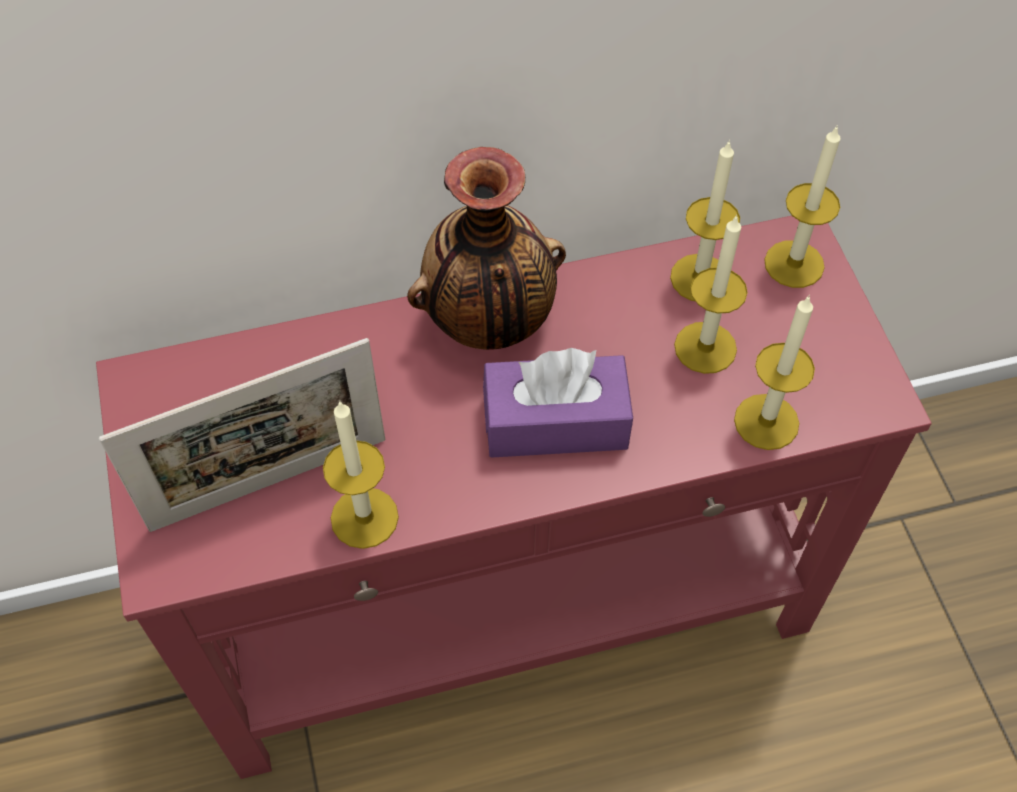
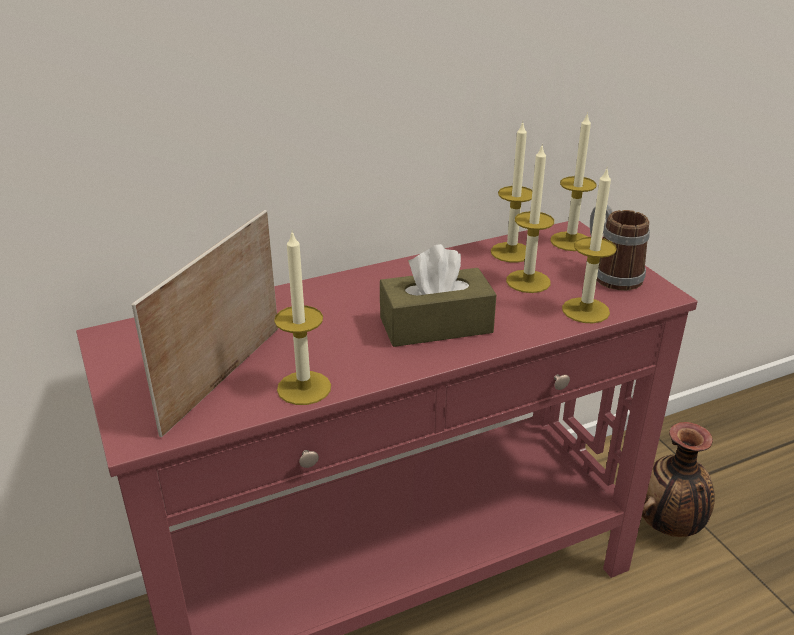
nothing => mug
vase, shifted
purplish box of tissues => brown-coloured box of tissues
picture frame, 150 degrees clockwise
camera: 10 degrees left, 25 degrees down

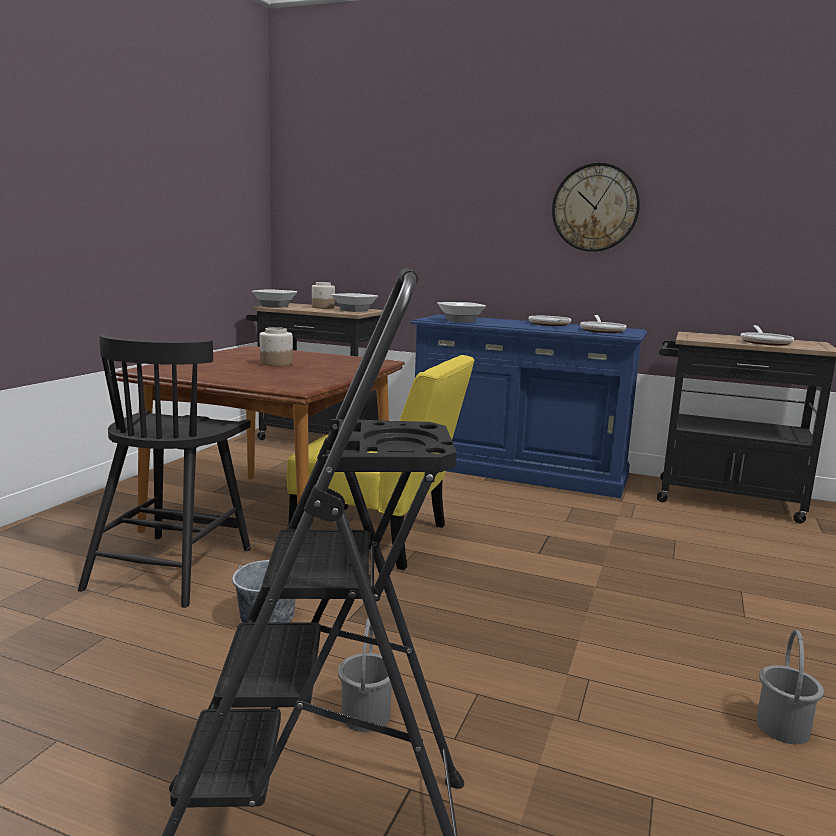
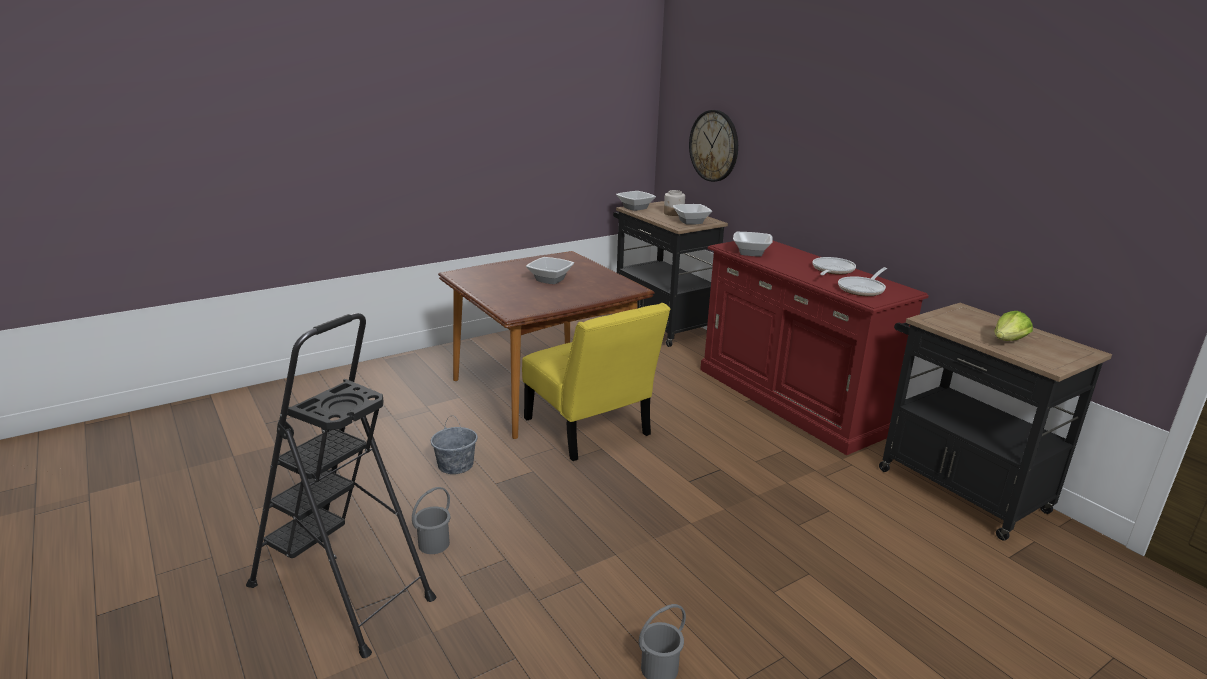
black plain chair => nothing
hanging clock, shifted
preserve jar (no. 1 from left) => bowl (no. 1 from left)
skillet (no. 3 from left) => lettuce
blue cupboard => reddish cupboard
camera: 35 degrees right, 10 degrees up

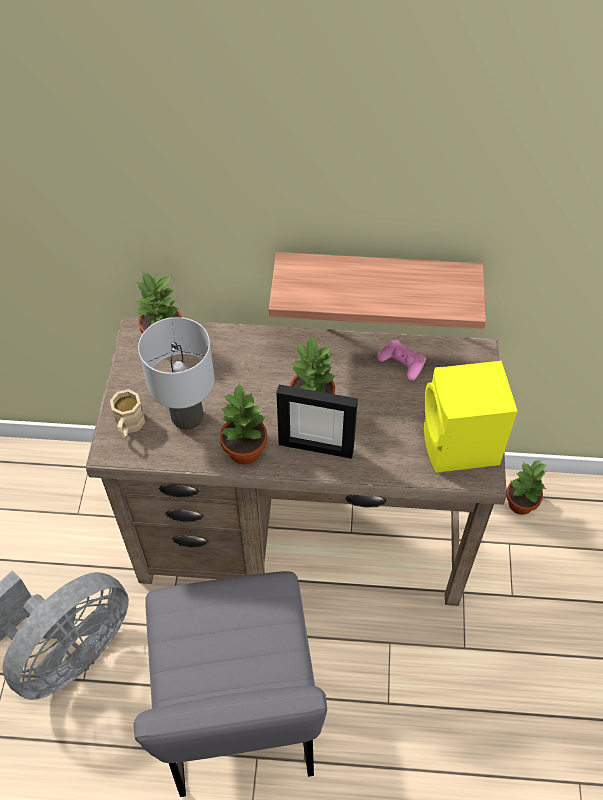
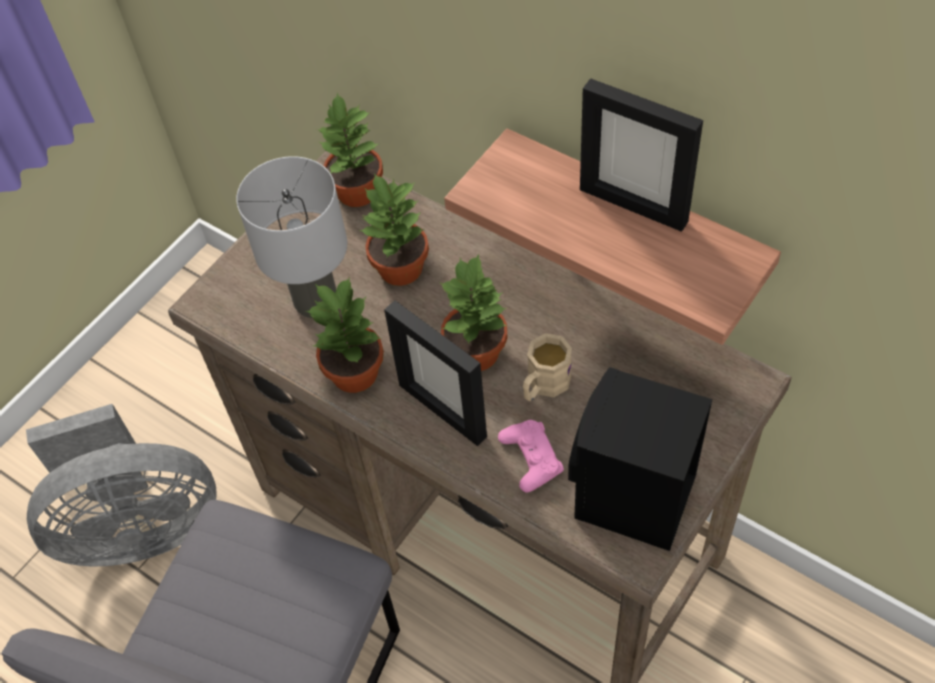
nothing => picture frame (no. 2 from left)
beige mug, shifted
pink-coloured game controller, shifted
houseplant (no. 4 from left in the first image) => houseplant (no. 3 from left), shifted
yellow audio speaker => black audio speaker
camera: 35 degrees right, 0 degrees up

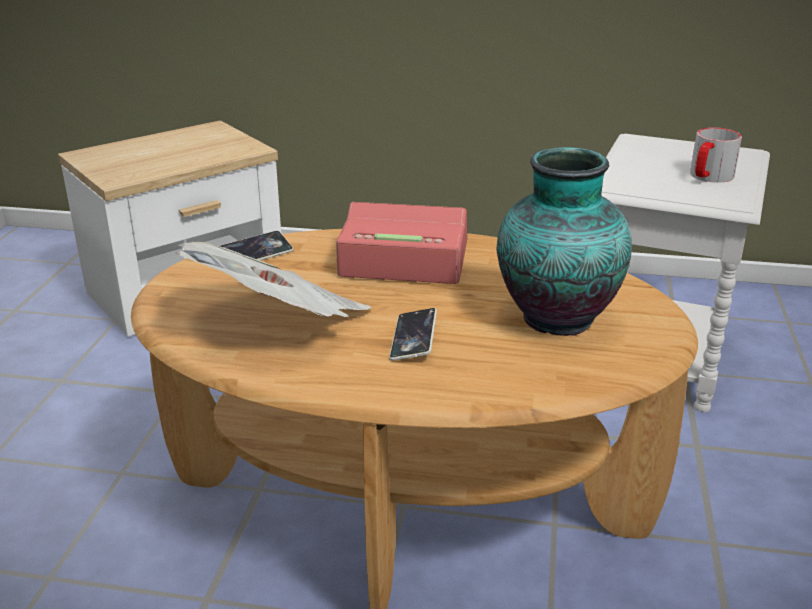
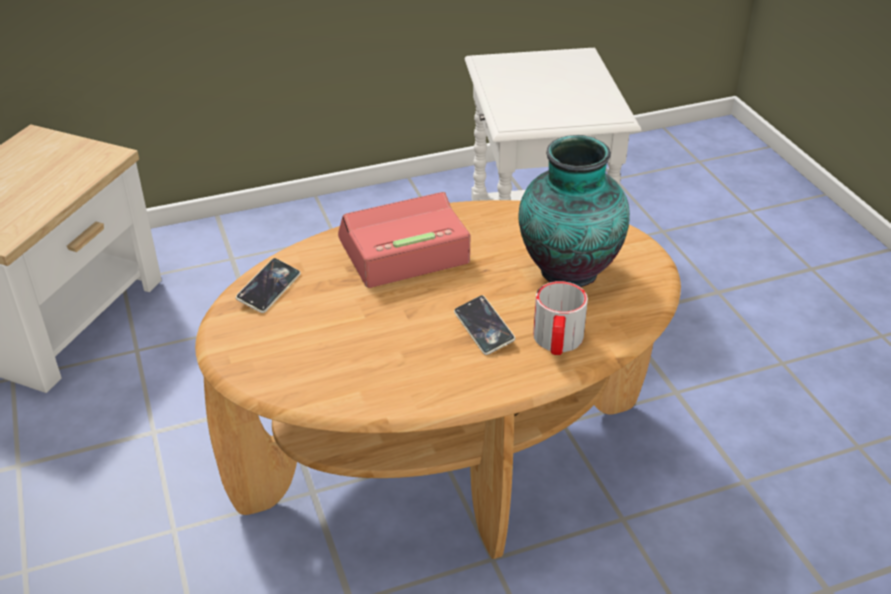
daily paper => nothing
mug, shifted
camera: 30 degrees left, 10 degrees up

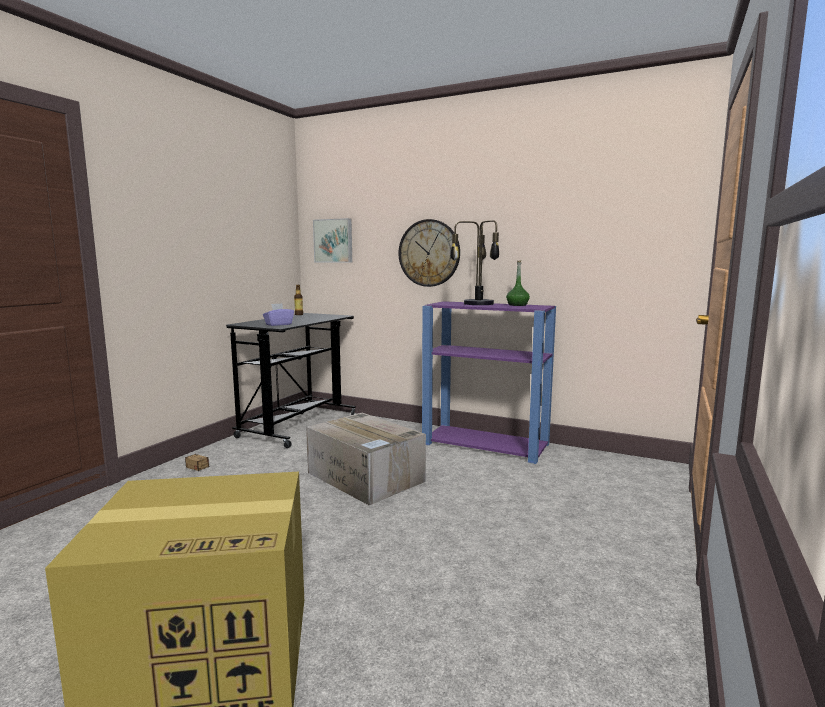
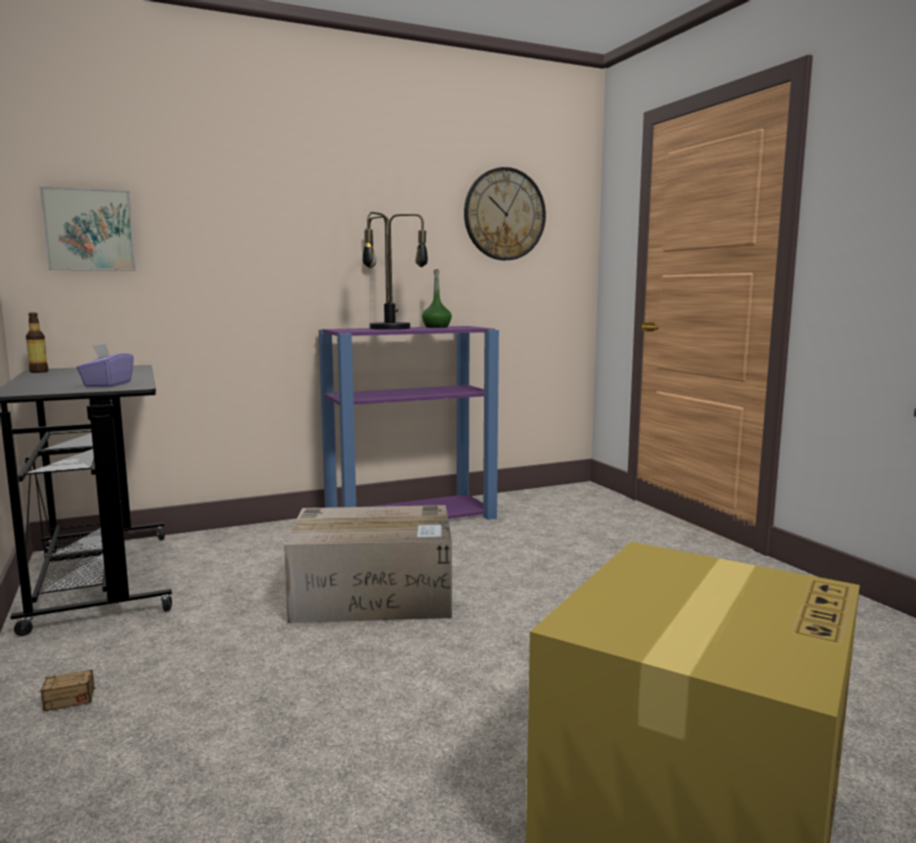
hanging clock, shifted
camera: 50 degrees left, 0 degrees up

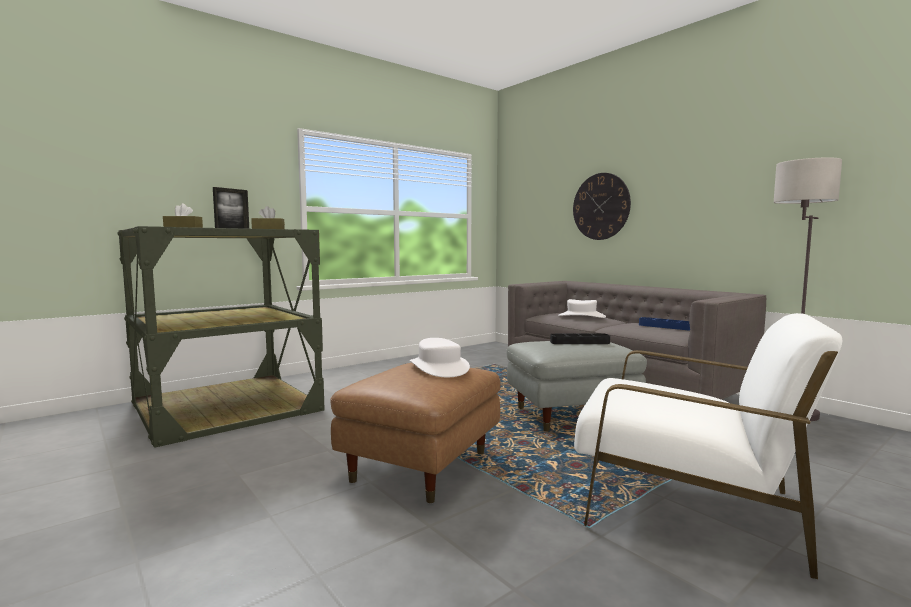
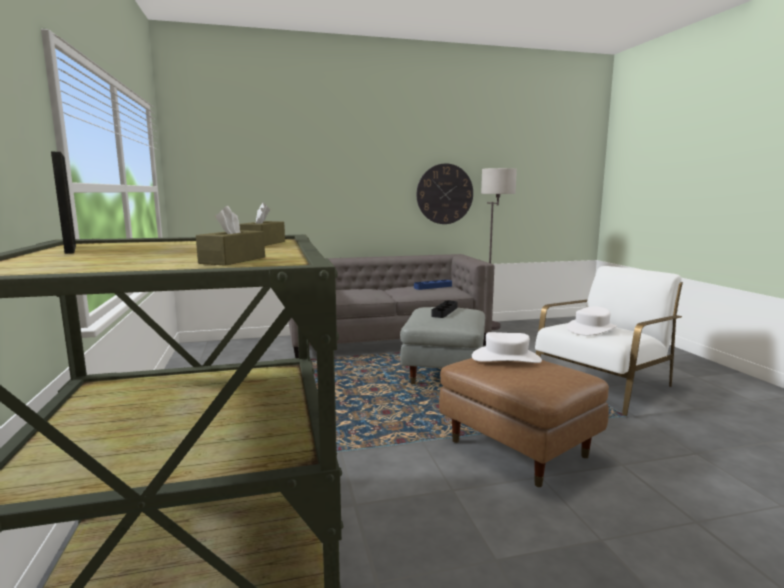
white-coloured hat (no. 2 from left), shifted
hanging clock, shifted
camera: 65 degrees left, 5 degrees up

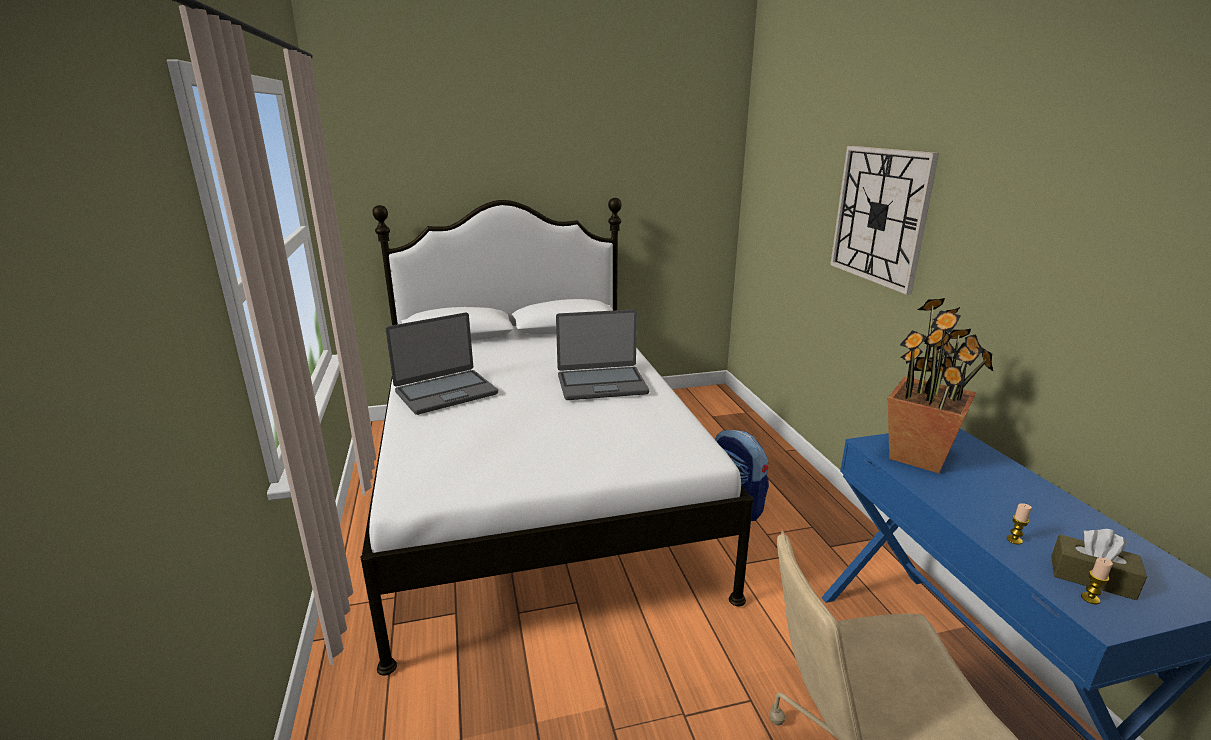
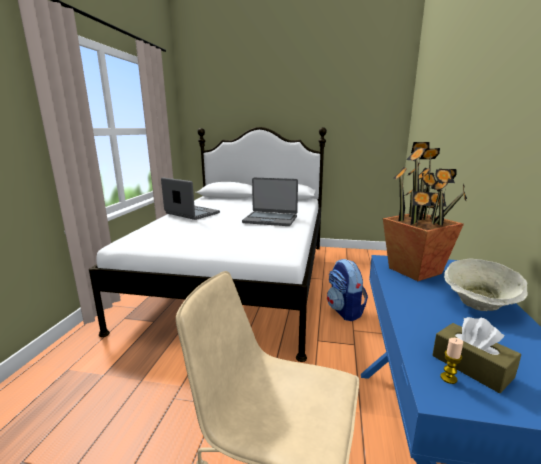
hanging clock => nothing
wax light (no. 1 from left) => nothing
nothing => beige bowl
portable computer (no. 1 from left), 135 degrees counterclockwise
camera: 25 degrees right, 5 degrees down

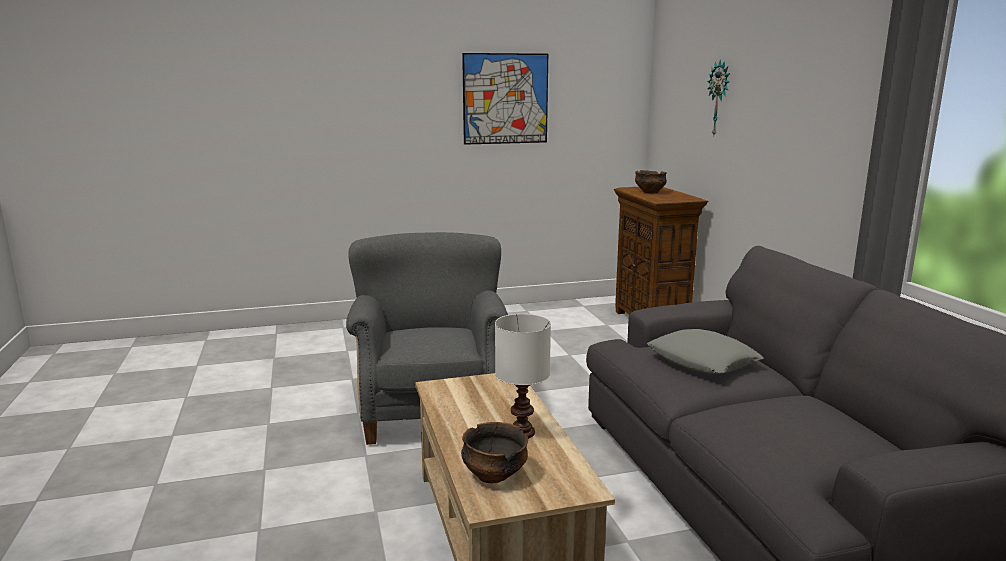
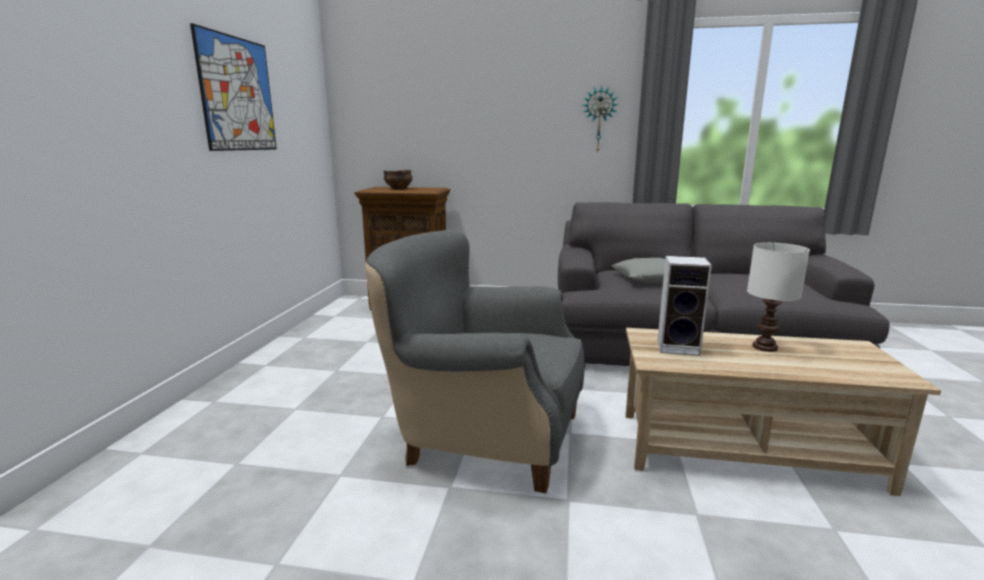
bowl (no. 1 from left) => nothing
nothing => audio speaker
hanging clock, shifted
camera: 65 degrees left, 0 degrees up

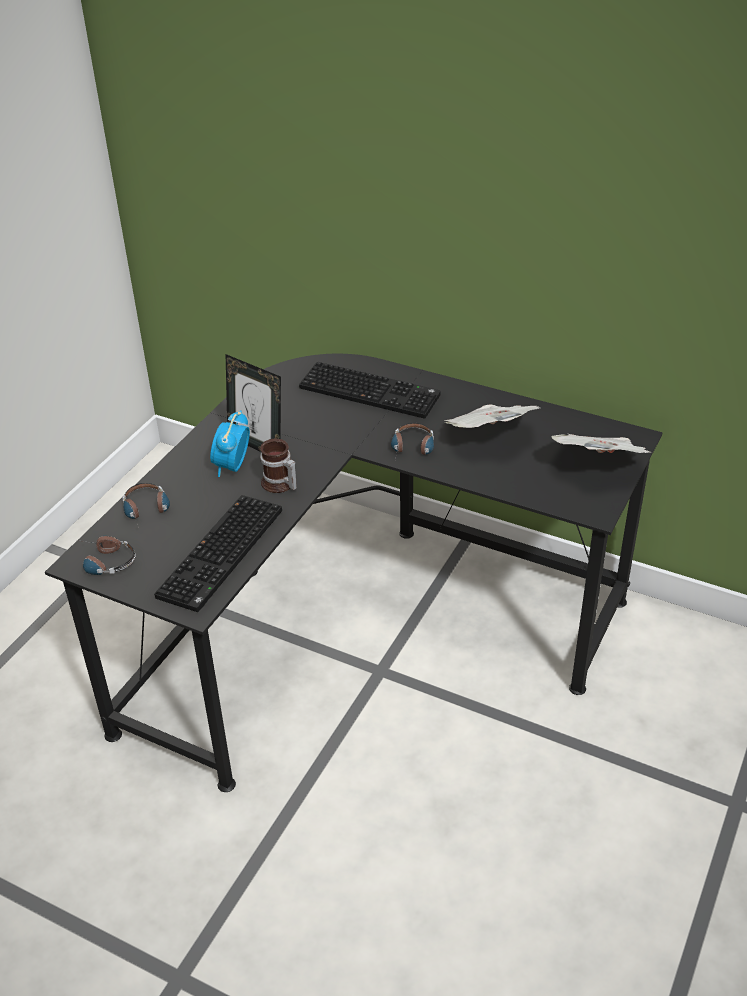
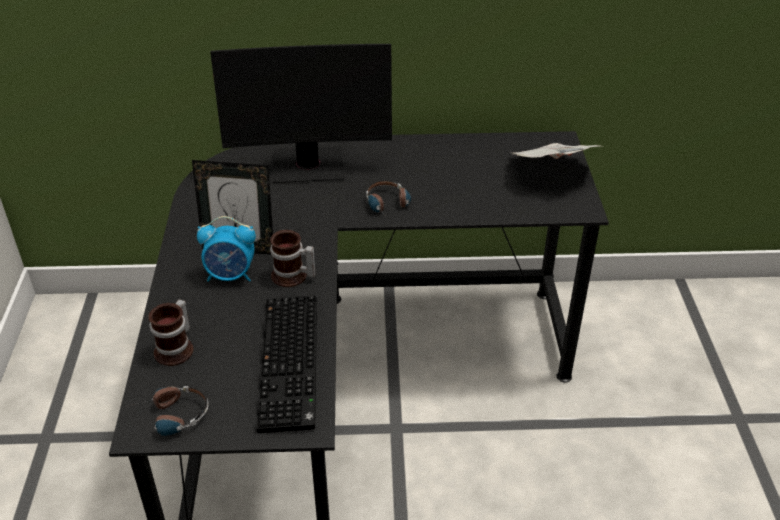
daily paper (no. 1 from left) => nothing
headphones (no. 2 from left) => mug (no. 1 from left)
computer keyboard (no. 2 from left) => monitor
alarm clock, 75 degrees counterclockwise
camera: 30 degrees left, 0 degrees up

